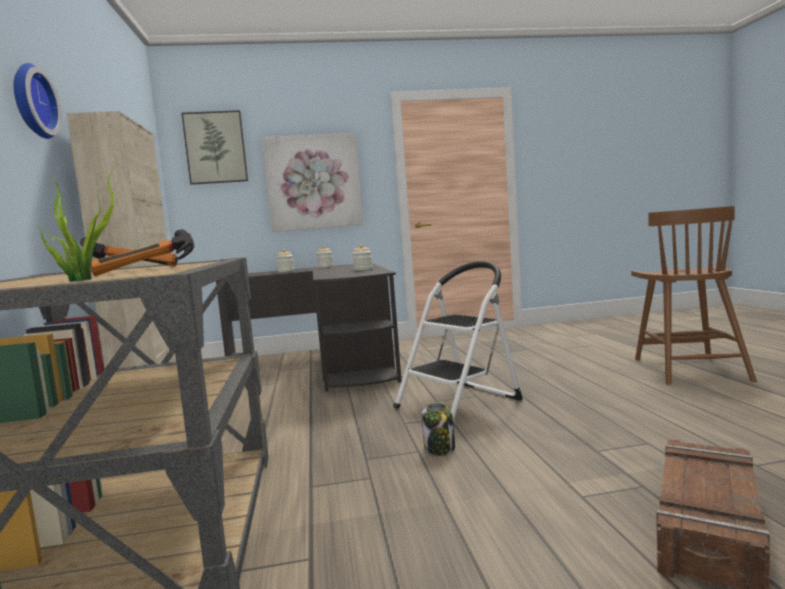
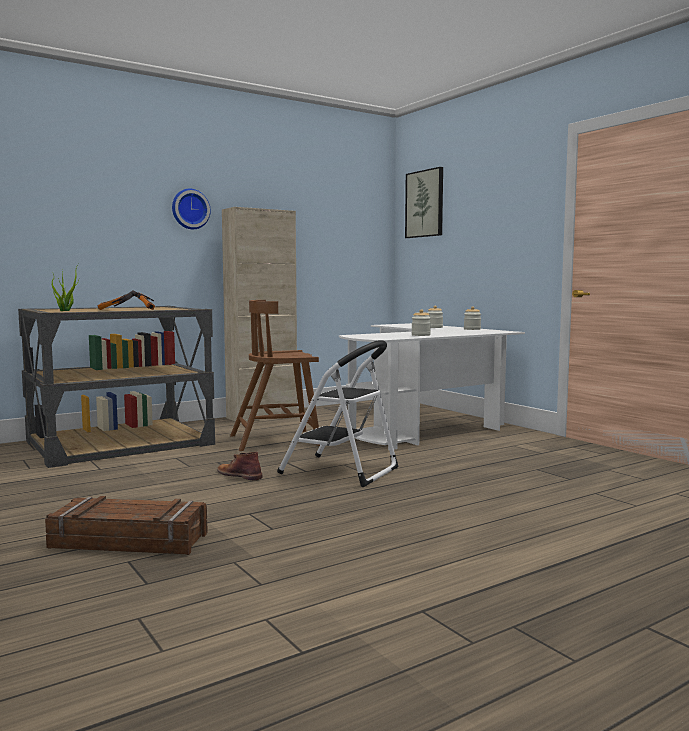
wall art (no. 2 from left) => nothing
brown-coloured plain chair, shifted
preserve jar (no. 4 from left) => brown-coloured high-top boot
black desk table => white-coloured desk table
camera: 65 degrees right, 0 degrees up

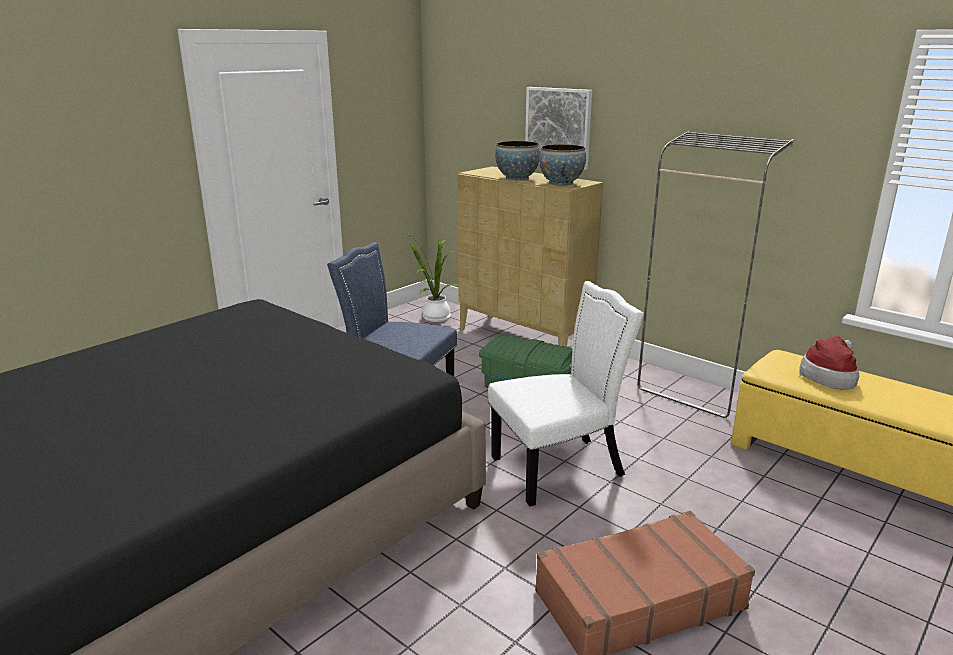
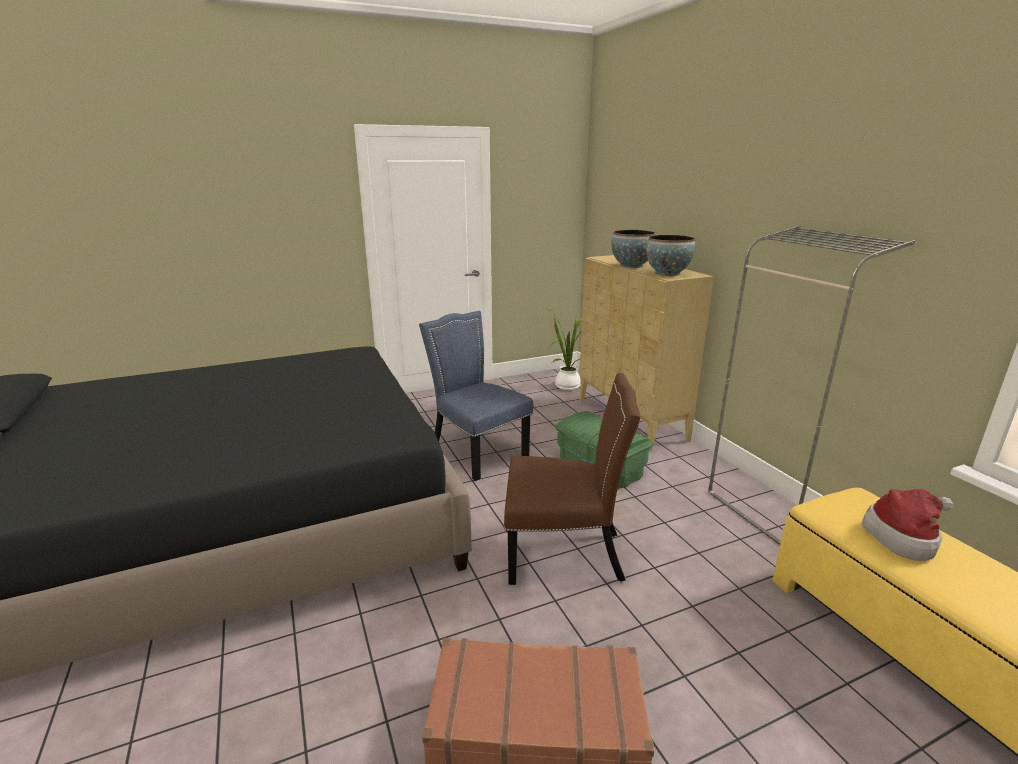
wall art => nothing
white-coloured plain chair => brown-coloured plain chair
camera: 25 degrees right, 0 degrees up

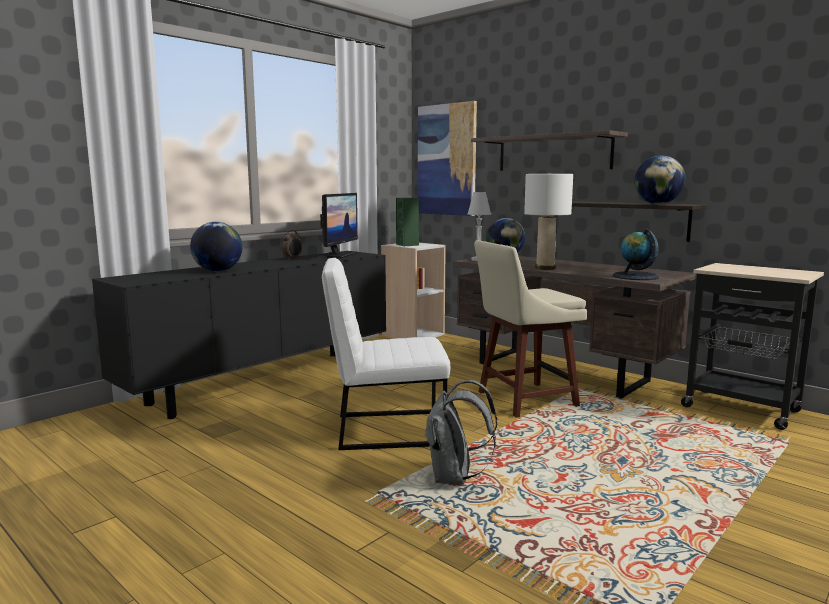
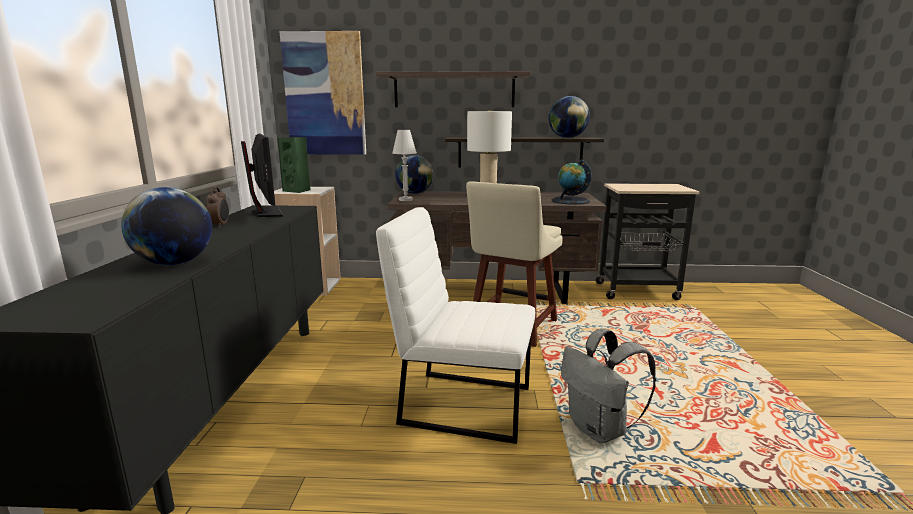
white-coloured plain chair, 60 degrees clockwise
camera: 40 degrees left, 5 degrees up

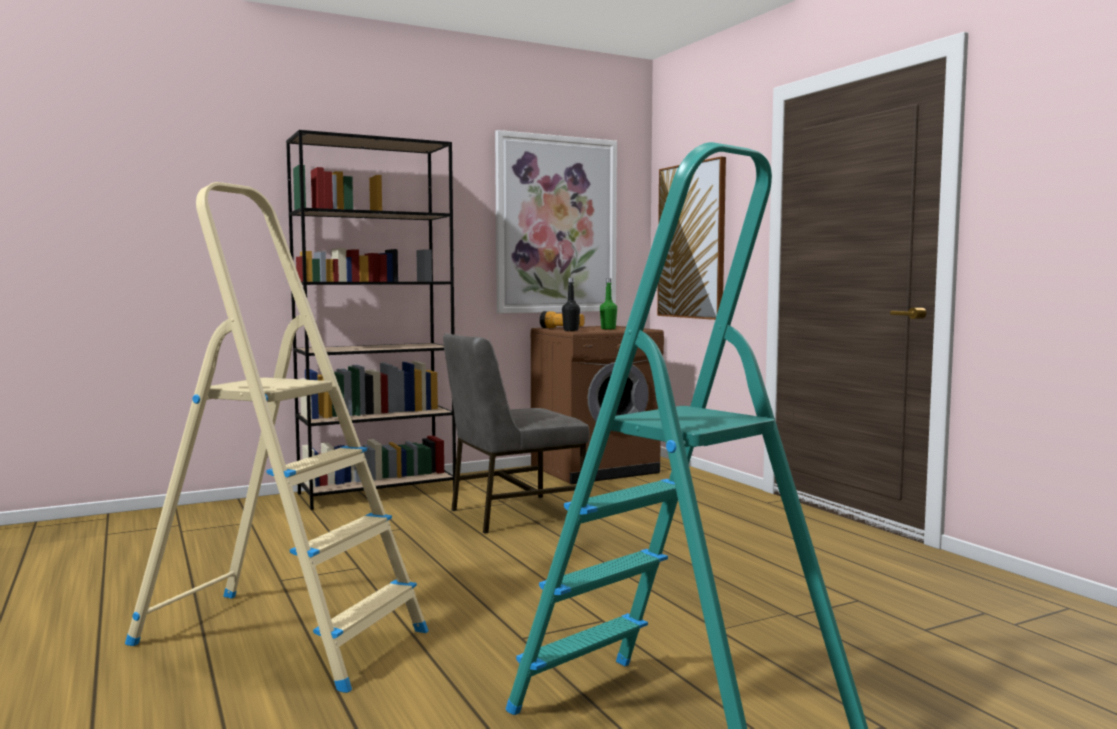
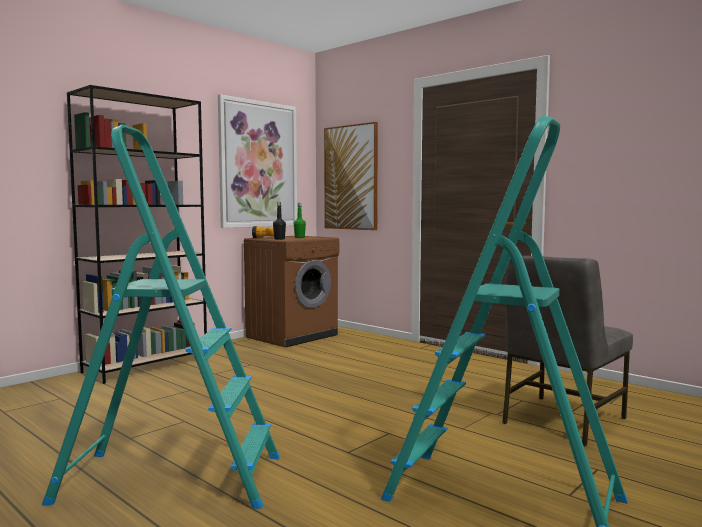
grey plain chair, shifted
beige step ladder => turquoise-coloured step ladder (no. 1 from left)
camera: 20 degrees left, 0 degrees up

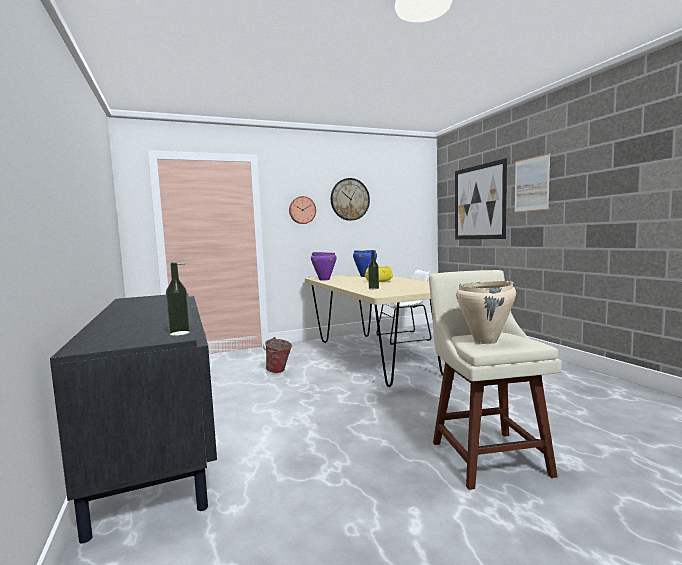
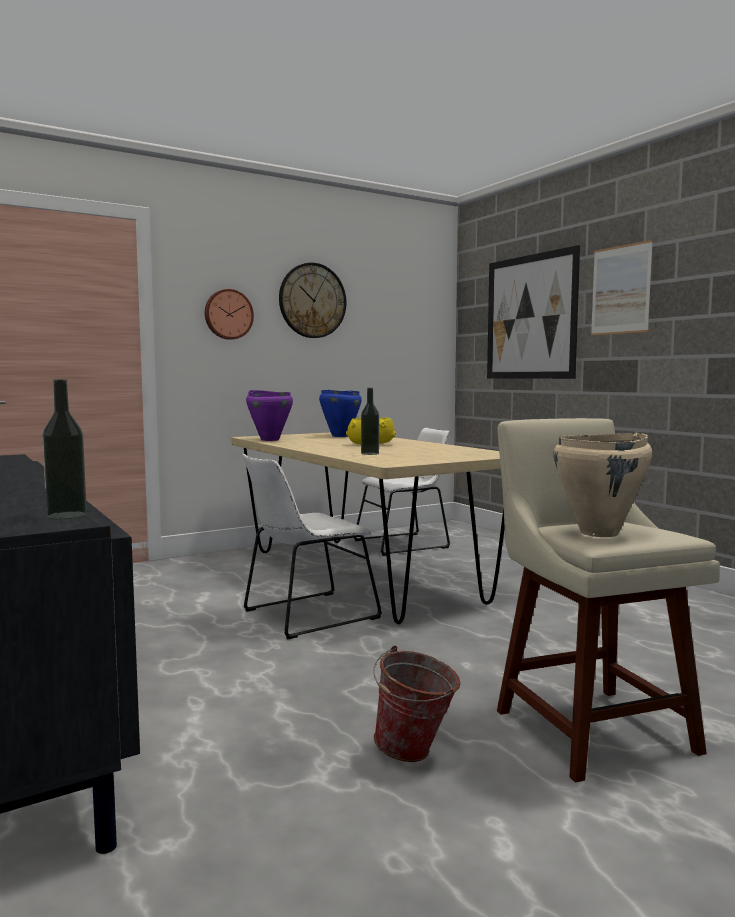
nothing => white-coloured plain chair (no. 1 from left)
pail, shifted
camera: 10 degrees left, 0 degrees up

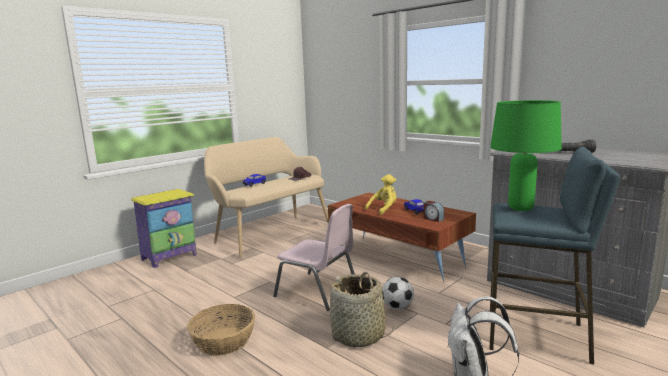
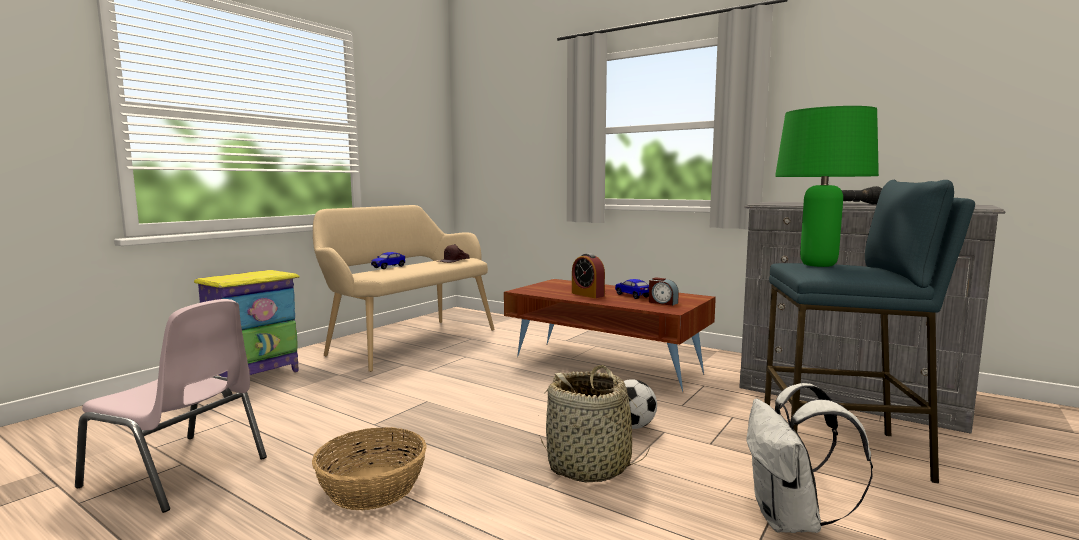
pink-coloured plain chair, shifted
yellow cuddly toy => alarm clock (no. 1 from left)
camera: 10 degrees left, 5 degrees down

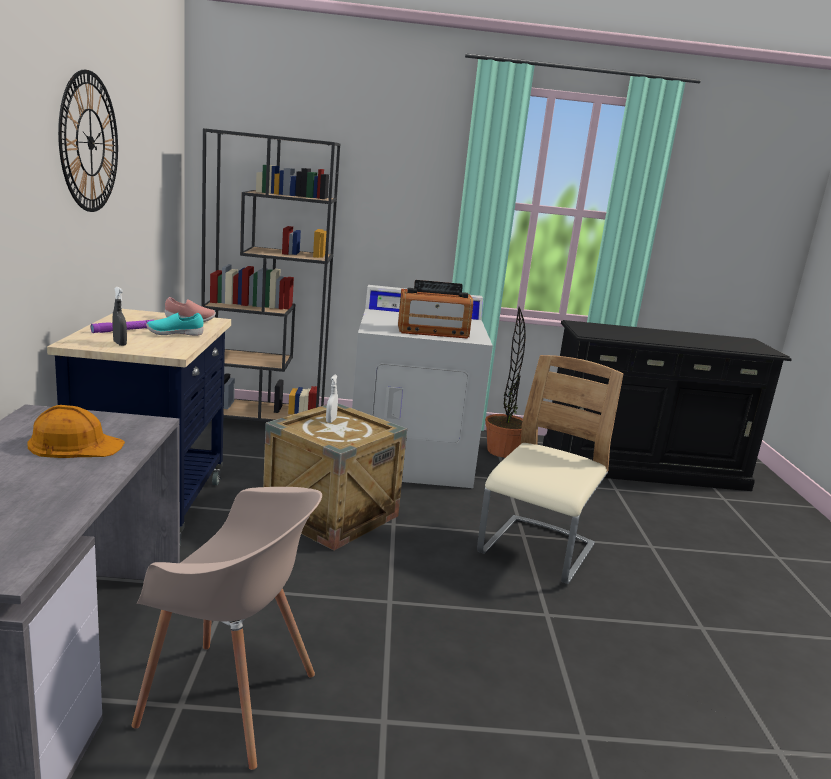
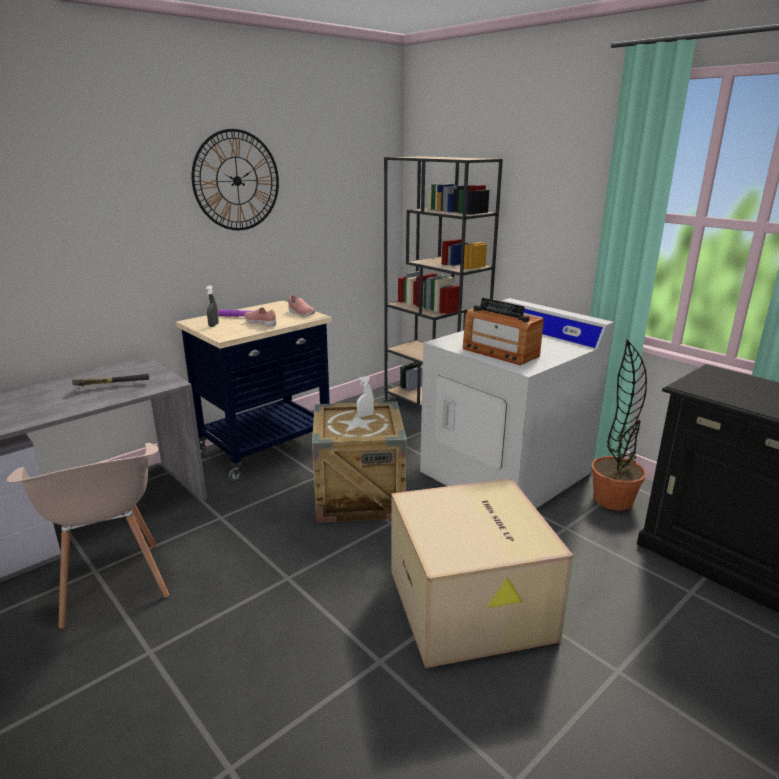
orangey hard hat => hammer
beige plain chair (no. 2 from left) => packing box
turquoise-coloured shoe => pink-coloured shoe (no. 1 from left)
camera: 50 degrees right, 5 degrees up

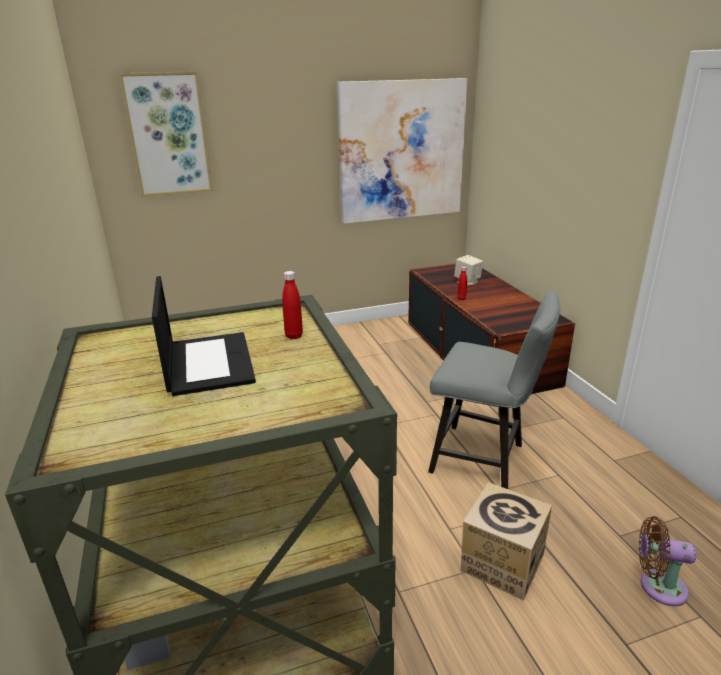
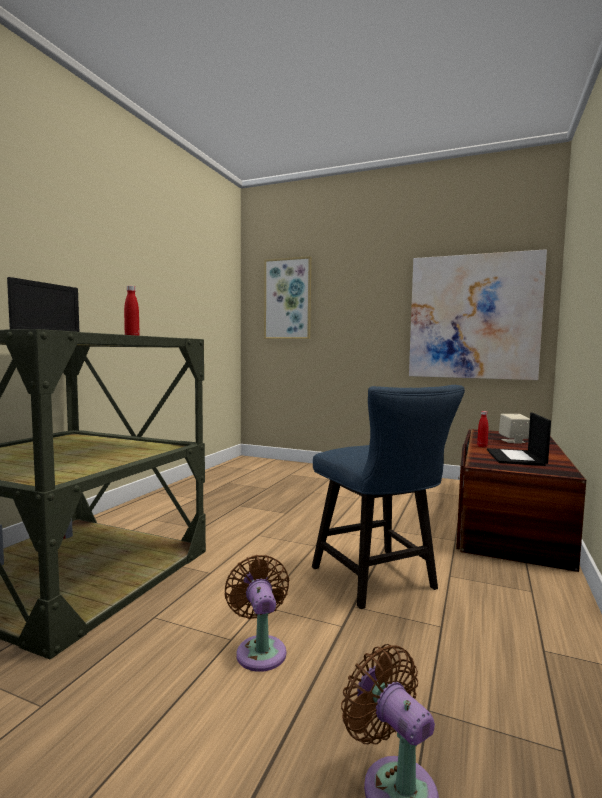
nothing => portable computer (no. 2 from left)
packing box => brown-coloured electric fan (no. 1 from left)
grey plain chair => blue plain chair
camera: 40 degrees right, 20 degrees down

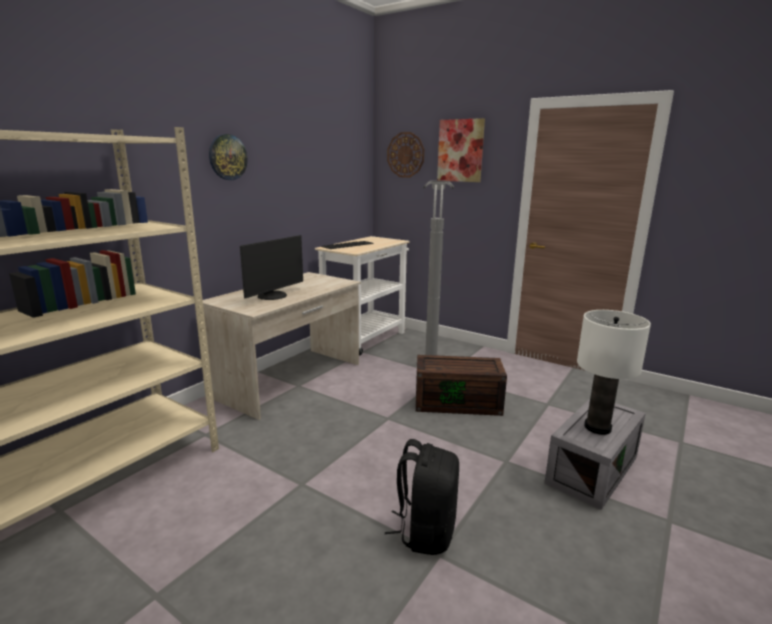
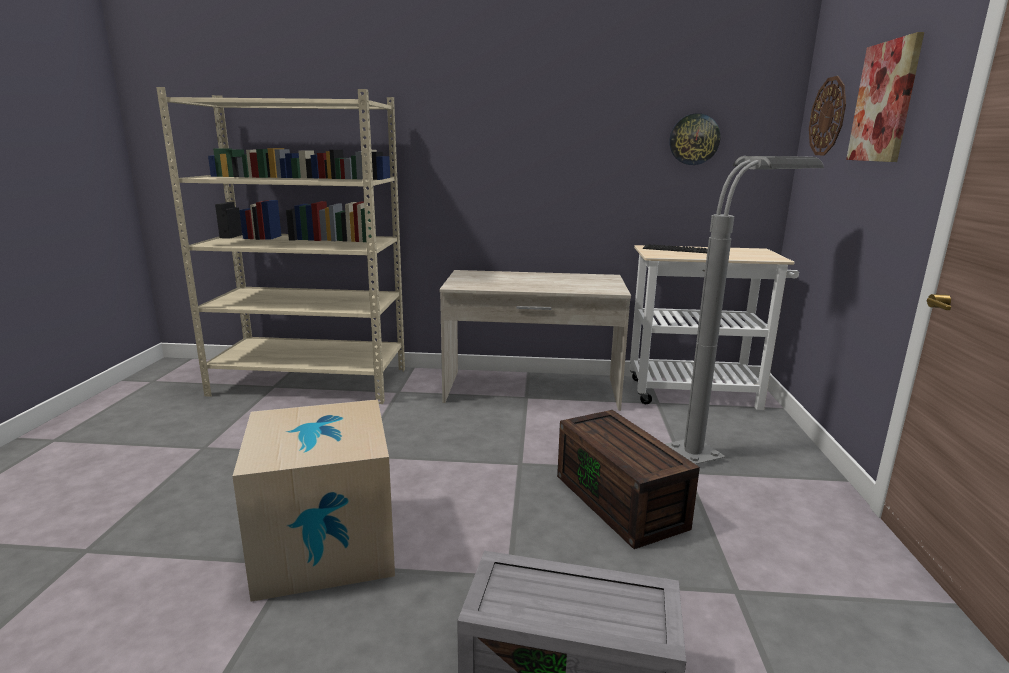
monitor => nothing
white-coloured table lamp => nothing
hanging clock (no. 1 from left), shifted
black backpack => packing box
camera: 60 degrees right, 0 degrees up

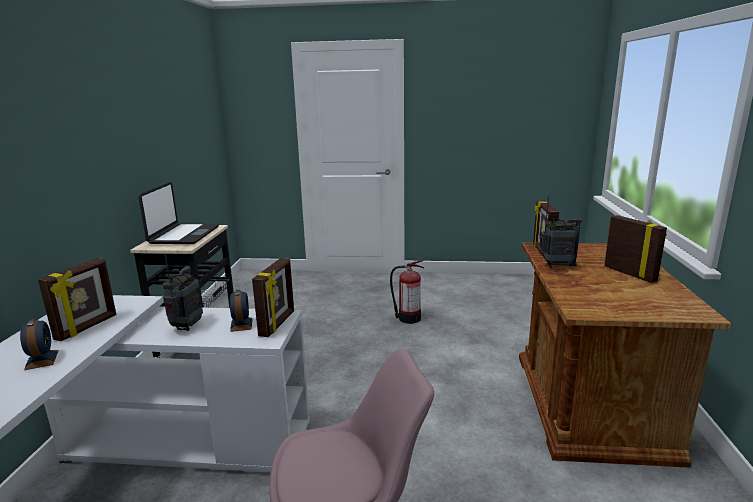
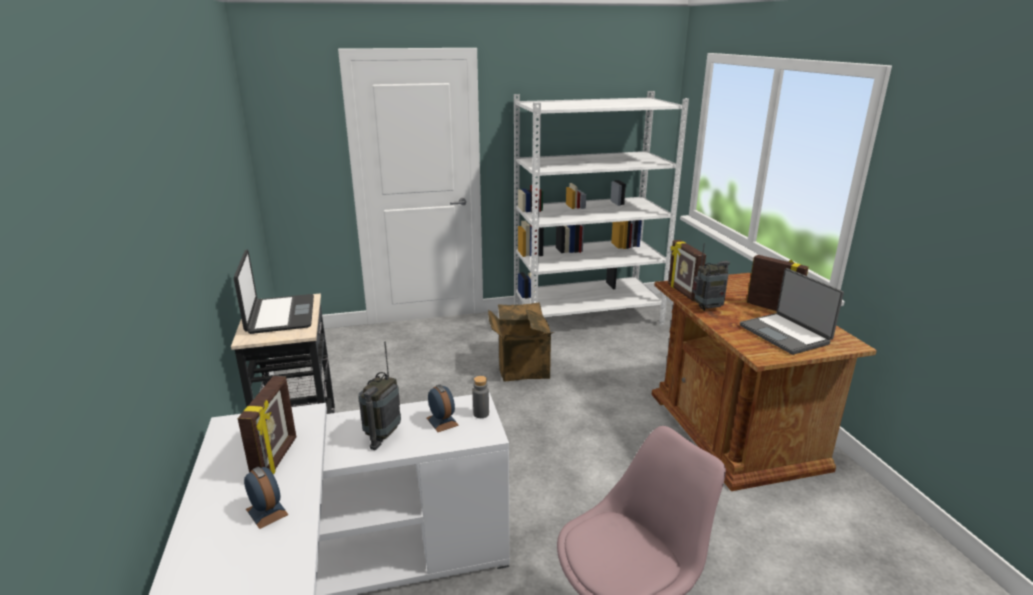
nothing => white-coloured bookshelf
nothing => portable computer (no. 2 from left)
picture frame (no. 2 from left) => grey bottle
fire-fighting cylinder => packing box
radio set (no. 1 from left), 150 degrees counterclockwise
camera: 20 degrees left, 5 degrees up

